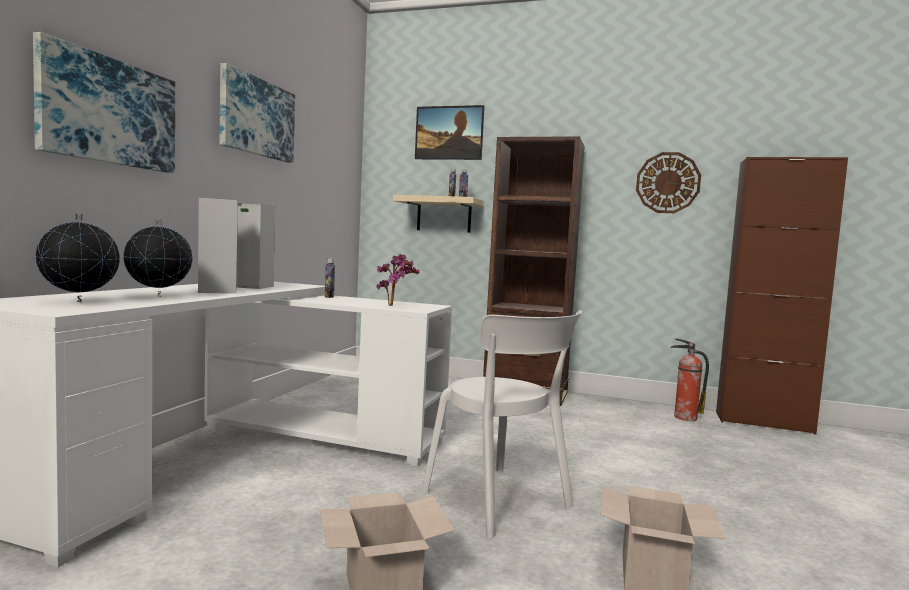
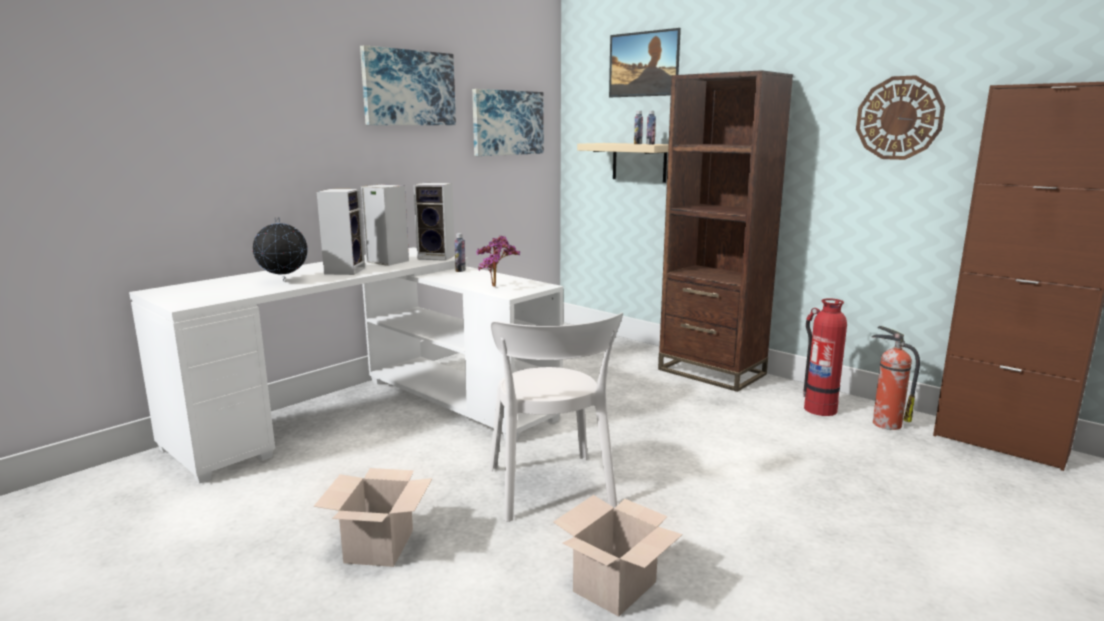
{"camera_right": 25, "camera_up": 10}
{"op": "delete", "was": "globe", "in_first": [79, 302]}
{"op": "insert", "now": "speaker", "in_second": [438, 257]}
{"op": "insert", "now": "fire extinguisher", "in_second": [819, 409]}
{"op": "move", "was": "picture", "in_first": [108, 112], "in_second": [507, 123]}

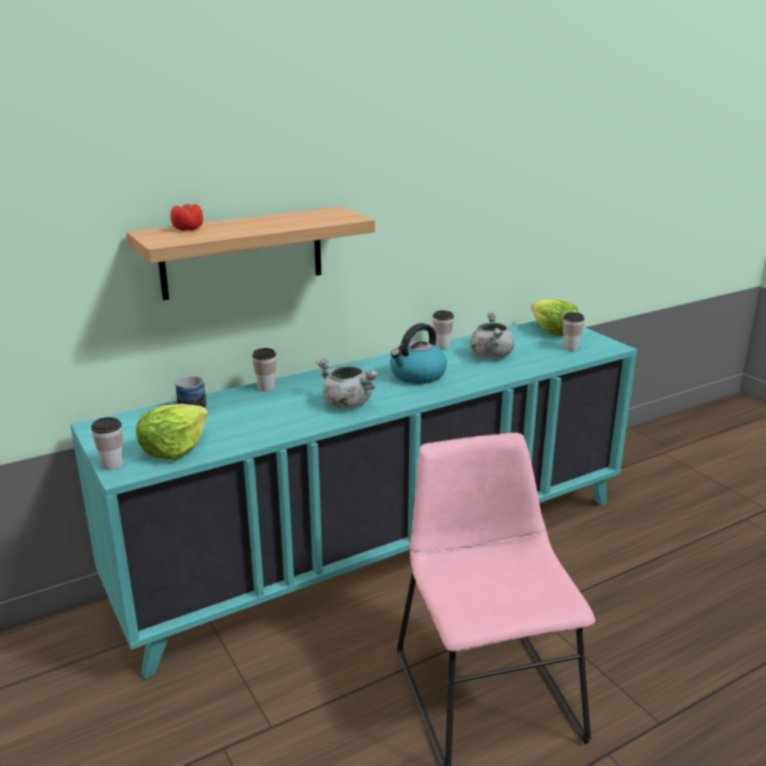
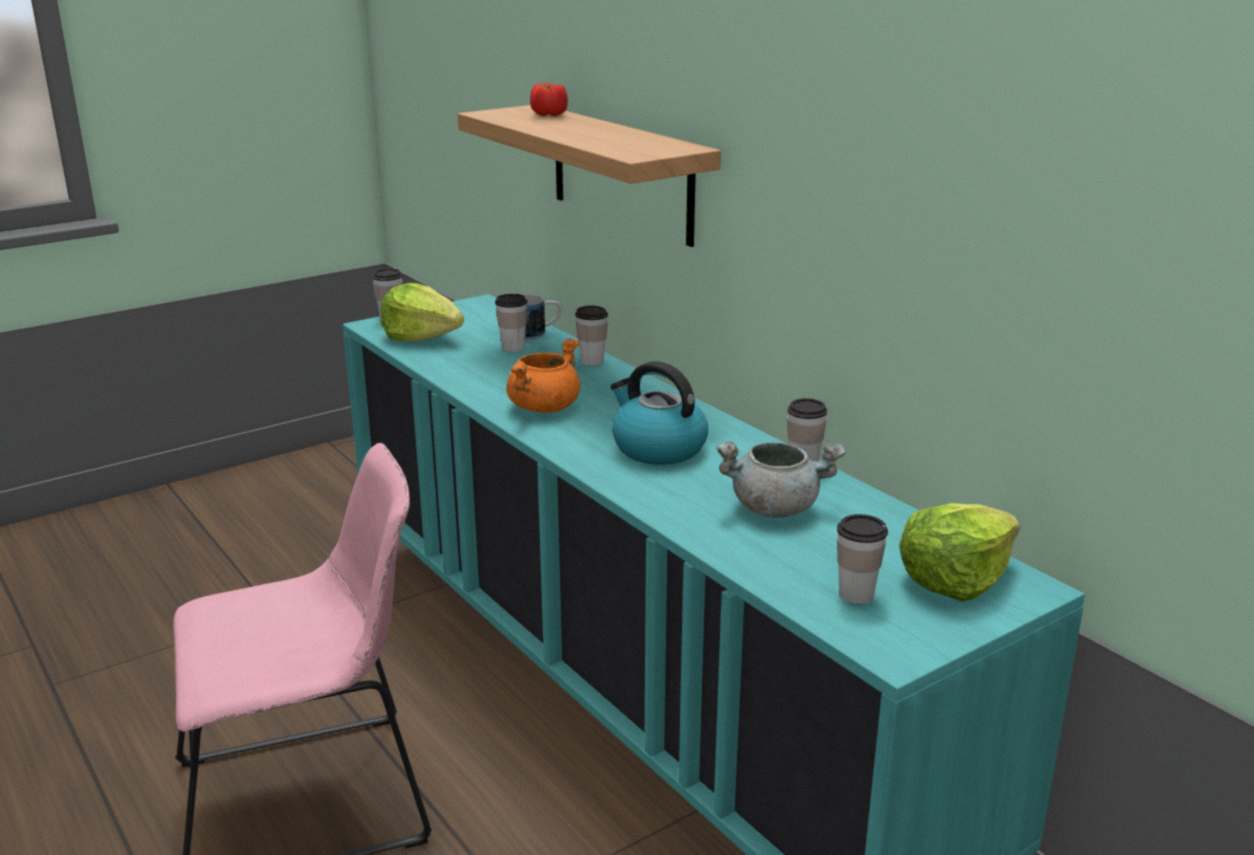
{"camera_right": 85, "camera_up": 0}
{"op": "insert", "now": "cup", "in_second": [513, 347]}
{"op": "recolor", "was": "grey cooking pot", "now": "orange cooking pot", "in_first": [346, 404], "in_second": [543, 407]}

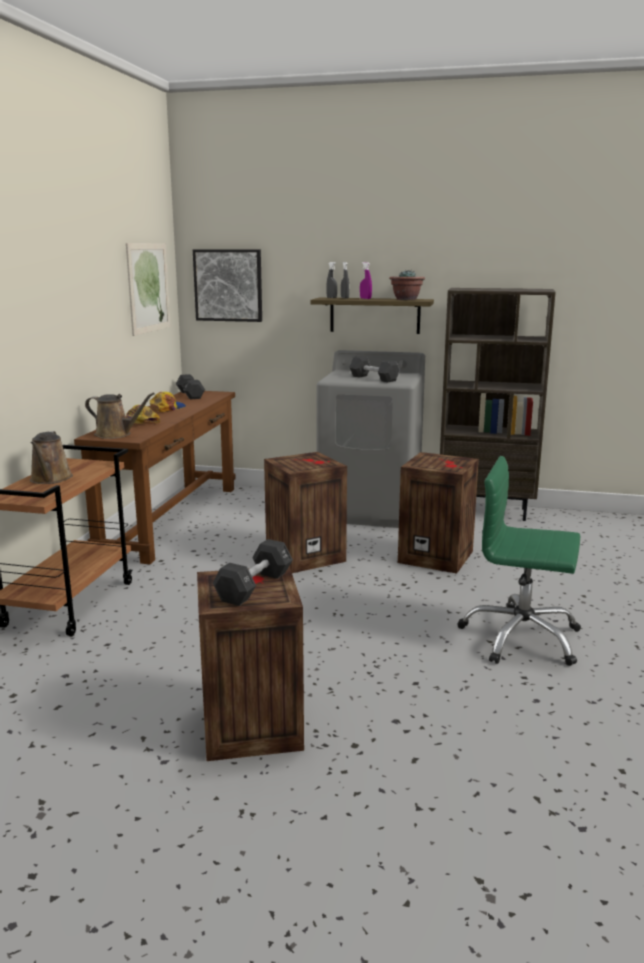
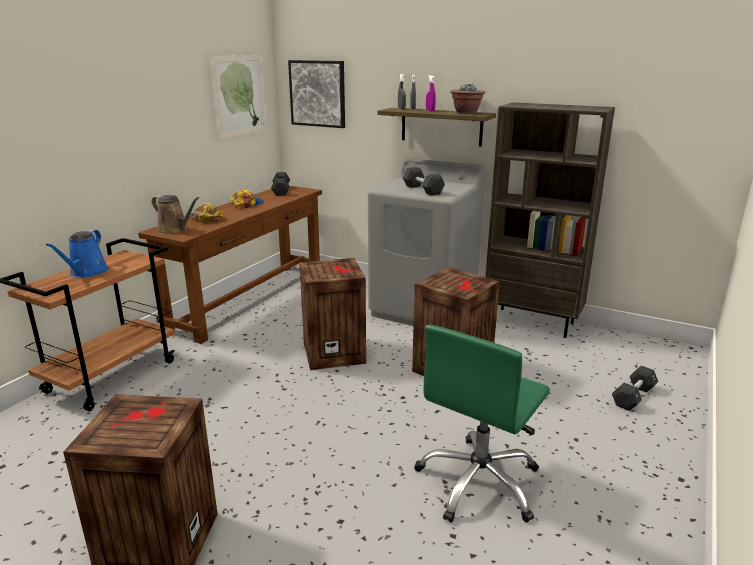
{"camera_right": 15, "camera_up": 5}
{"op": "move", "was": "black dumbbell", "in_first": [254, 586], "in_second": [633, 397]}
{"op": "recolor", "was": "brown watering can", "now": "blue watering can", "in_first": [50, 479], "in_second": [86, 272]}
{"op": "rotate", "was": "green office chair", "in_first": [521, 637], "in_second": [479, 482], "clockwise": -90}

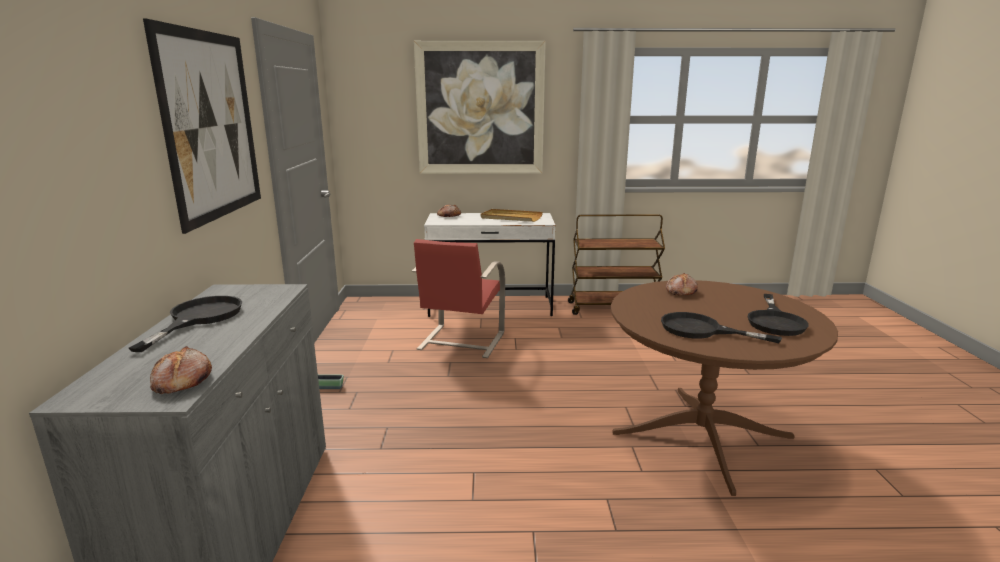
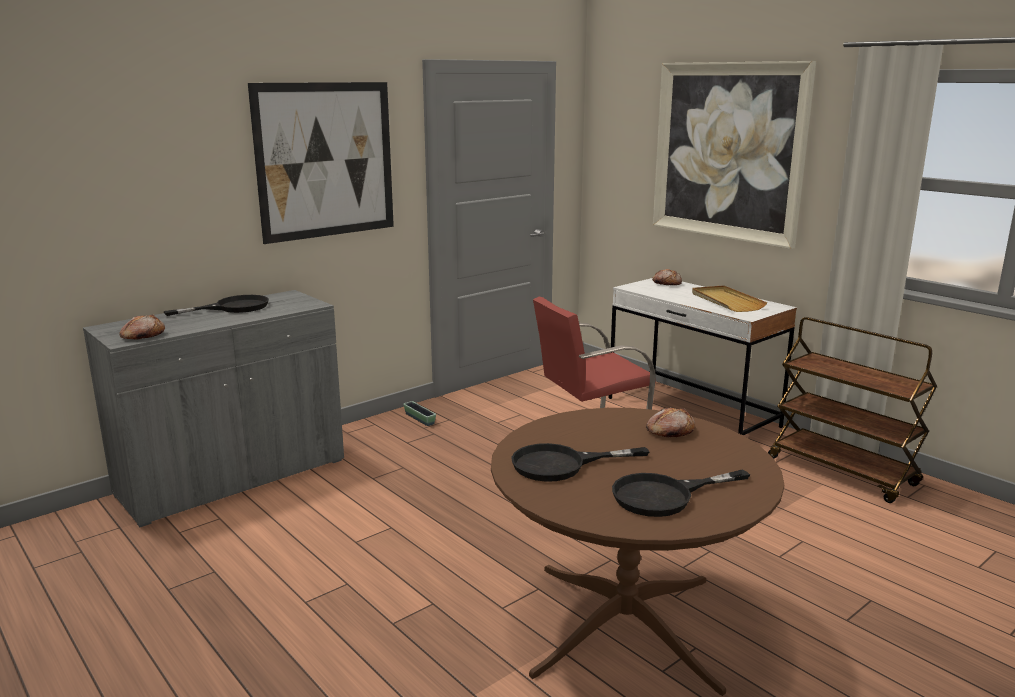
{"camera_right": 50, "camera_up": 0}
{"op": "rotate", "was": "black frying pan", "in_first": [701, 330], "in_second": [561, 464], "clockwise": -90}

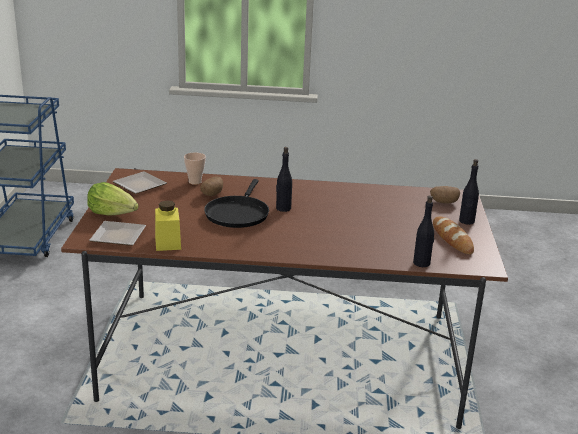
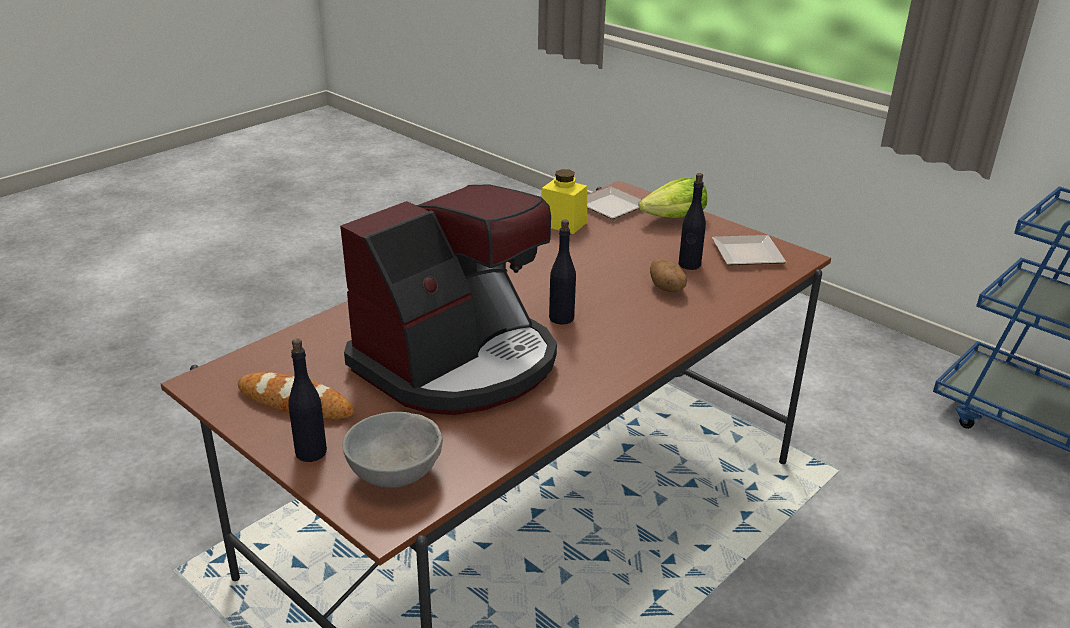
{"camera_right": 130, "camera_up": 5}
{"op": "delete", "was": "cup", "in_first": [195, 182]}
{"op": "delete", "was": "black frying pan", "in_first": [238, 213]}
{"op": "insert", "now": "coffee machine", "in_second": [458, 363]}
{"op": "move", "was": "black bottle", "in_first": [422, 263], "in_second": [689, 265]}
{"op": "replace", "was": "potato", "now": "grey bowl", "in_first": [443, 202], "in_second": [393, 474]}

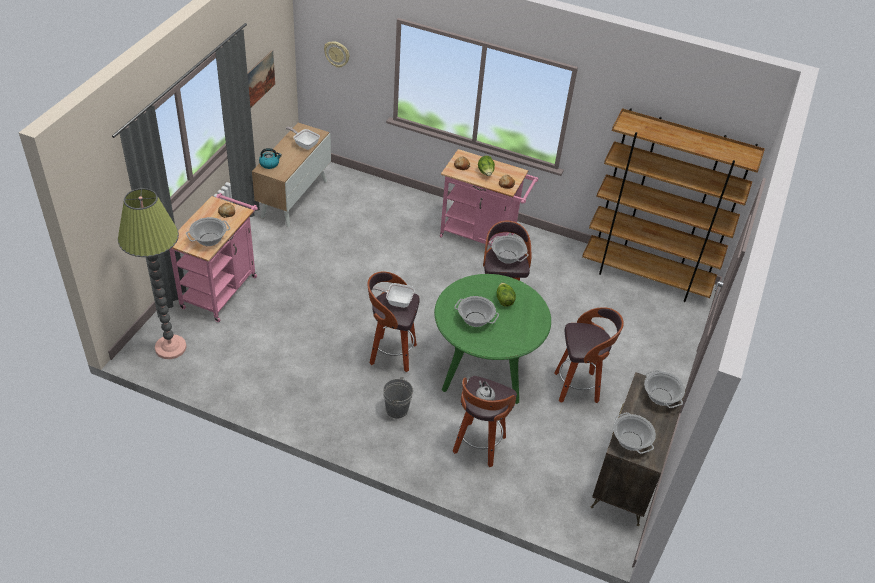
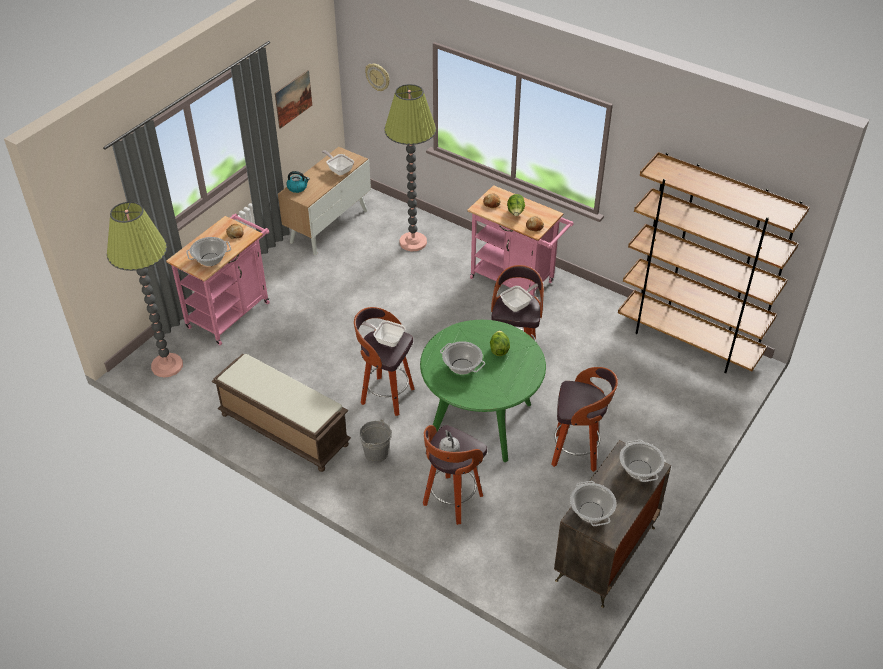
{"camera_right": 15, "camera_up": 0}
{"op": "insert", "now": "brown bench", "in_second": [283, 430]}
{"op": "insert", "now": "floor lamp", "in_second": [413, 242]}
{"op": "replace", "was": "cooking pot", "now": "frying pan", "in_first": [507, 257], "in_second": [518, 304]}

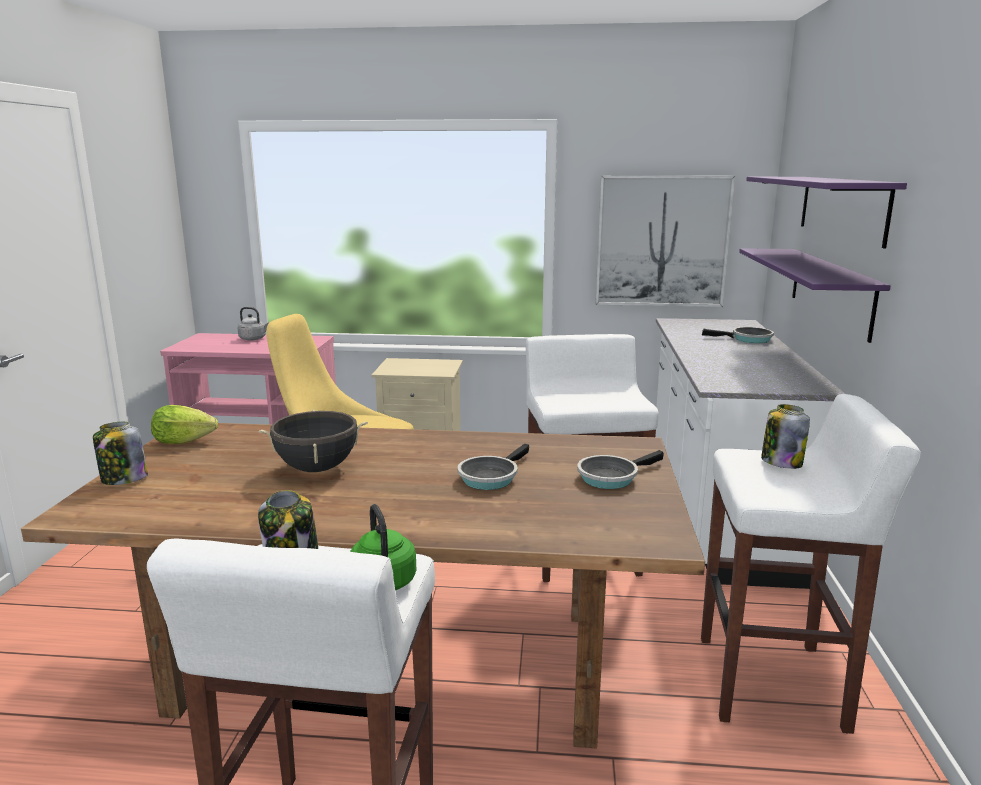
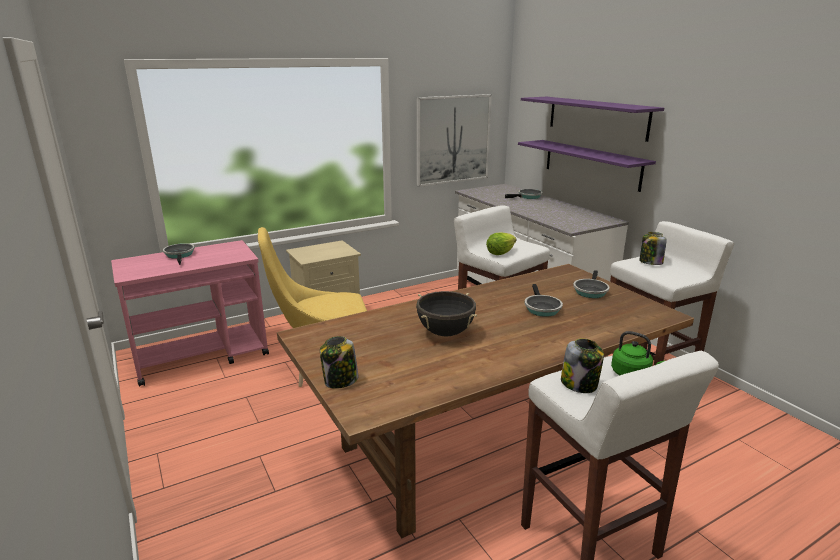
{"camera_right": -35, "camera_up": 5}
{"op": "move", "was": "lettuce", "in_first": [183, 441], "in_second": [500, 253]}
{"op": "replace", "was": "grey kettle", "now": "frying pan", "in_first": [254, 339], "in_second": [180, 255]}

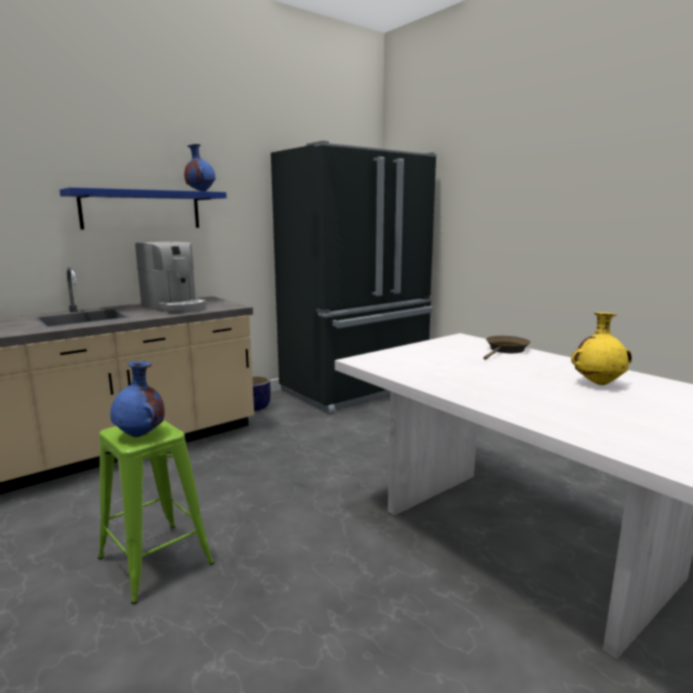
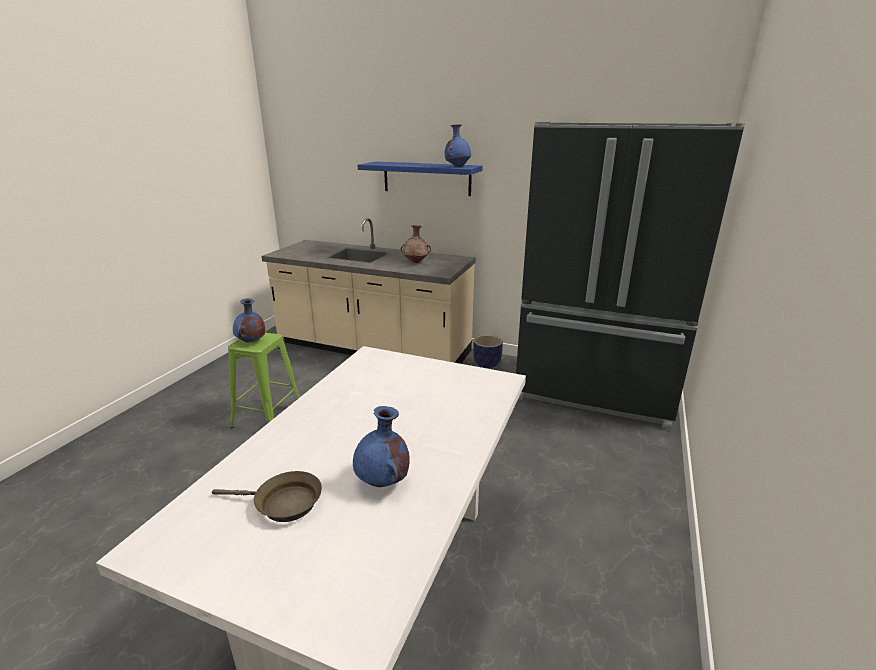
{"camera_right": 60, "camera_up": 10}
{"op": "move", "was": "brown frying pan", "in_first": [505, 350], "in_second": [283, 503]}
{"op": "replace", "was": "coffee machine", "now": "brown vase", "in_first": [175, 307], "in_second": [416, 262]}
{"op": "recolor", "was": "yellow vase", "now": "blue vase", "in_first": [598, 383], "in_second": [383, 482]}

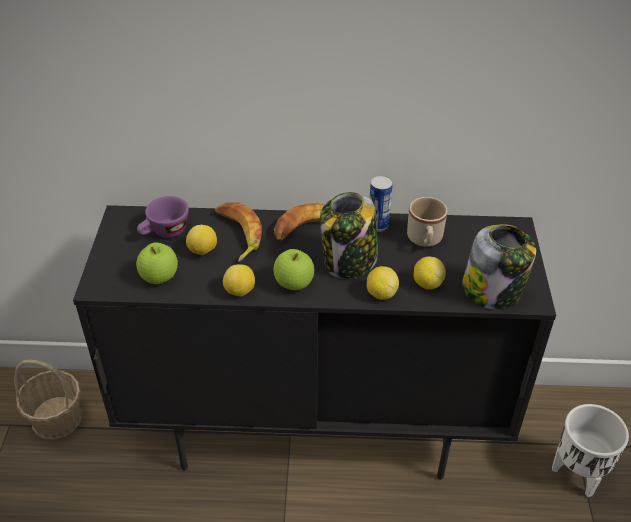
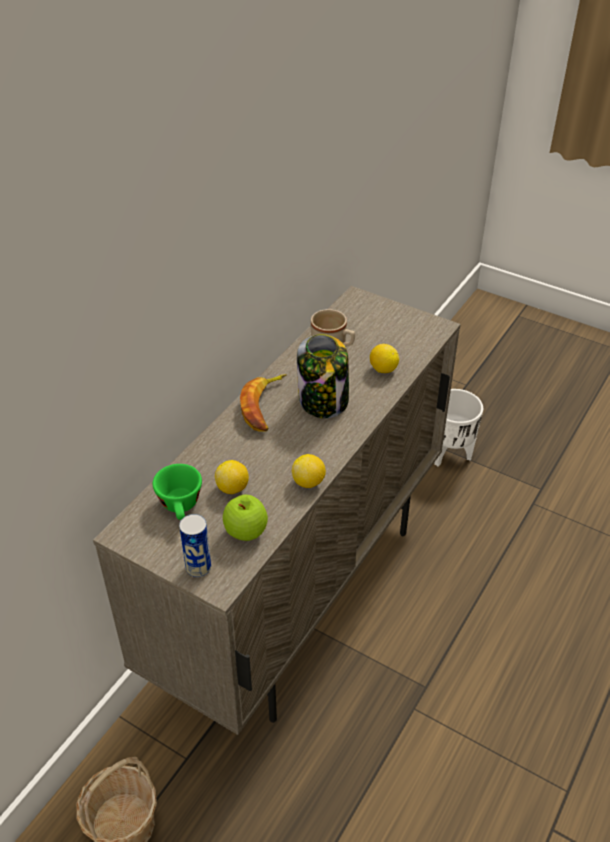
{"camera_right": -60, "camera_up": 0}
{"op": "delete", "was": "banana", "in_first": [237, 234]}
{"op": "delete", "was": "apple", "in_first": [294, 284]}
{"op": "delete", "was": "lemon", "in_first": [381, 293]}
{"op": "delete", "was": "jar", "in_first": [492, 291]}
{"op": "move", "was": "can", "in_first": [378, 225], "in_second": [198, 567]}
{"op": "recolor", "was": "black cabinet", "now": "beige cabinet", "in_first": [315, 430], "in_second": [300, 596]}
{"op": "recolor", "was": "purple cup", "now": "green cup", "in_first": [164, 233], "in_second": [181, 507]}

